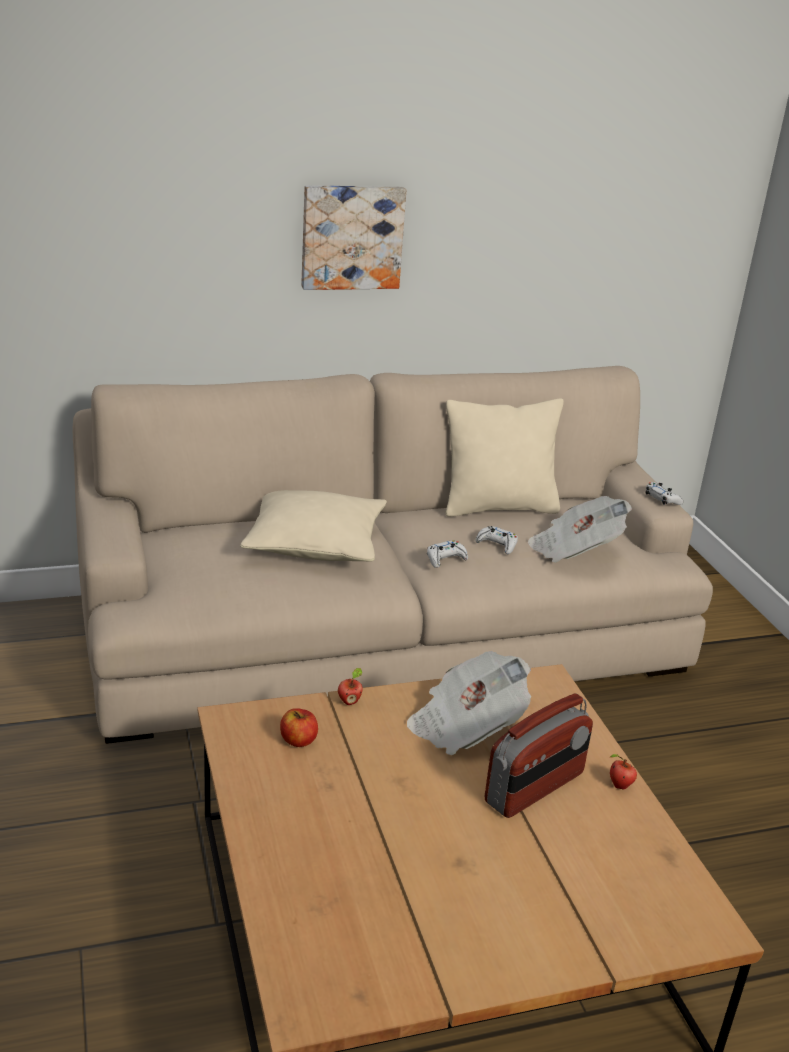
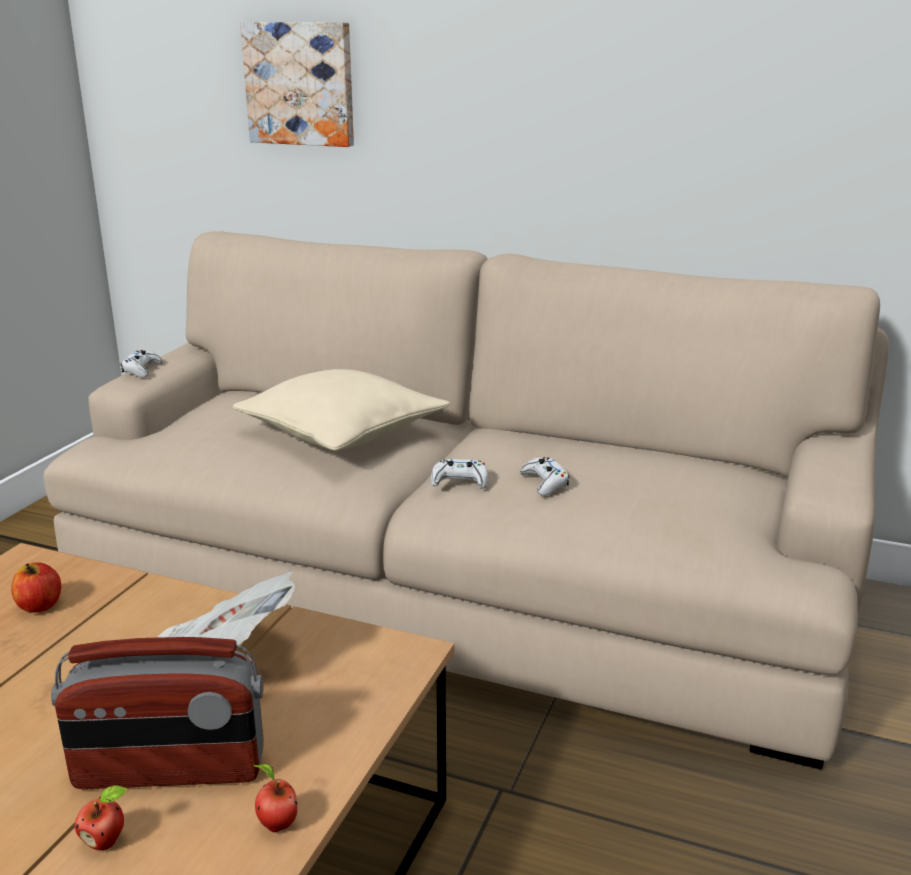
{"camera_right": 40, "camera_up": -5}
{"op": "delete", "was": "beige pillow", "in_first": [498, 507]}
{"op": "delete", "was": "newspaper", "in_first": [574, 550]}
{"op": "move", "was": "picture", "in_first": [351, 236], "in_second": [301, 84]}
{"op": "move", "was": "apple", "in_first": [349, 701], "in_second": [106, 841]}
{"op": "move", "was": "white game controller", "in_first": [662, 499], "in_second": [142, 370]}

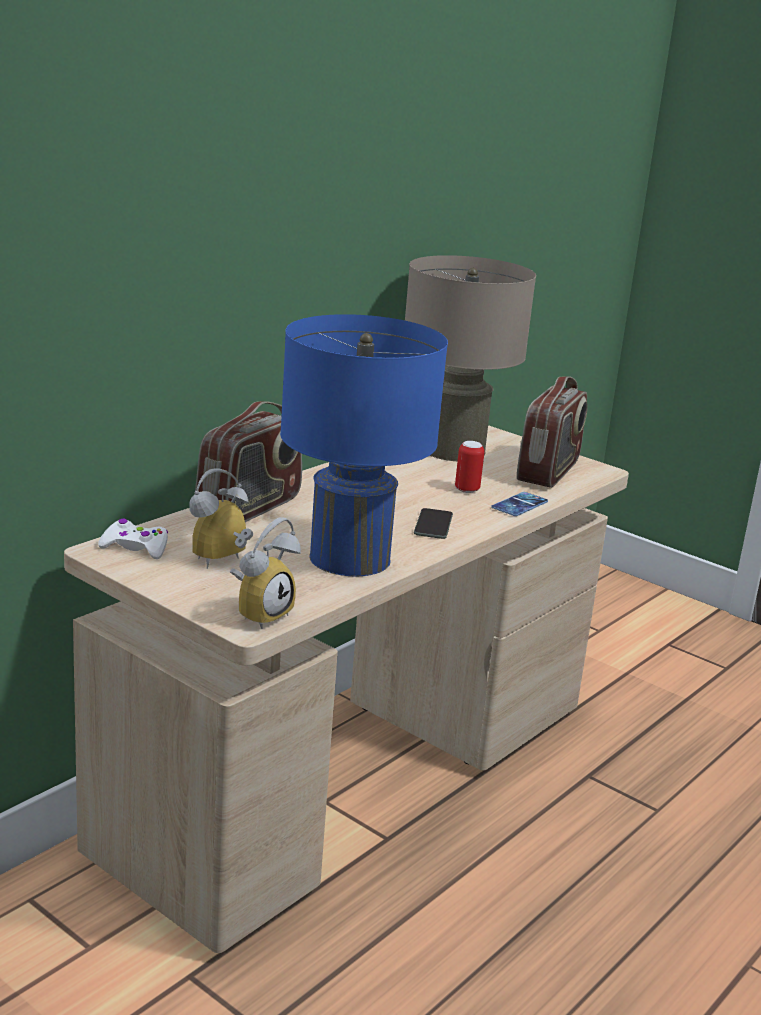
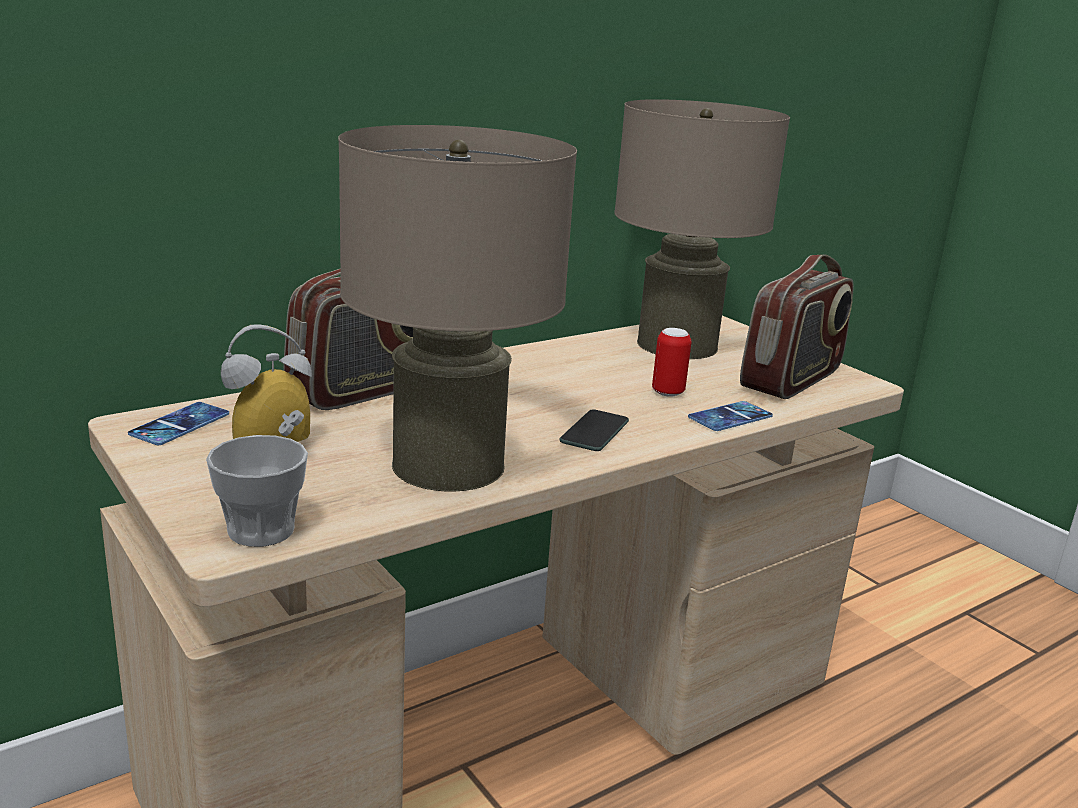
{"camera_right": 15, "camera_up": 0}
{"op": "replace", "was": "white game controller", "now": "phone", "in_first": [135, 548], "in_second": [180, 424]}
{"op": "replace", "was": "alarm clock", "now": "cup", "in_first": [260, 613], "in_second": [261, 530]}
{"op": "recolor", "was": "blue table lamp", "now": "beige table lamp", "in_first": [350, 558], "in_second": [448, 465]}

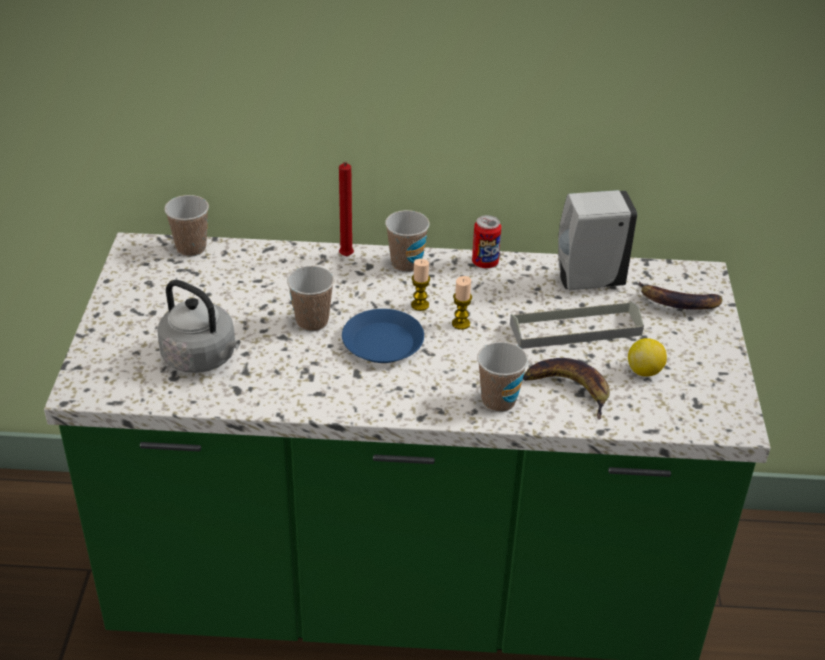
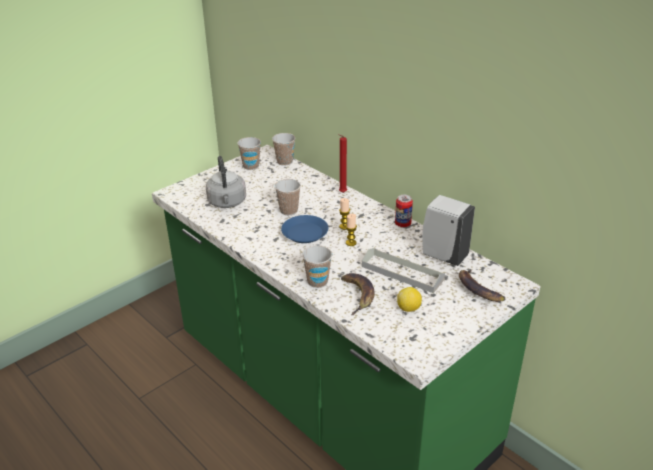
{"camera_right": 45, "camera_up": -5}
{"op": "move", "was": "cup", "in_first": [406, 264], "in_second": [251, 166]}

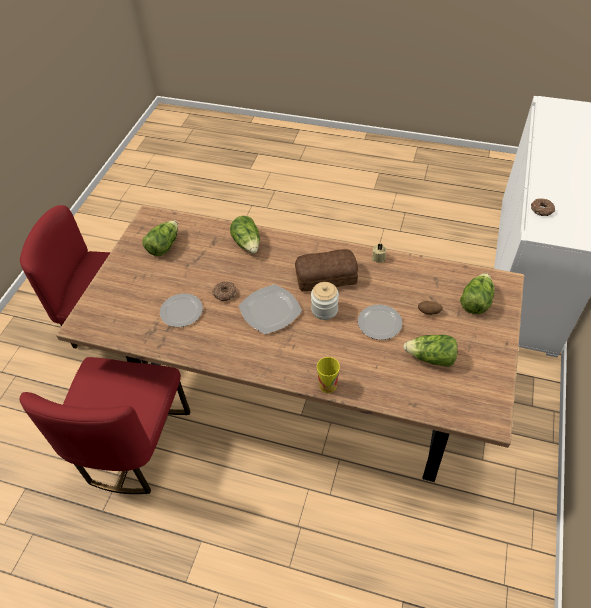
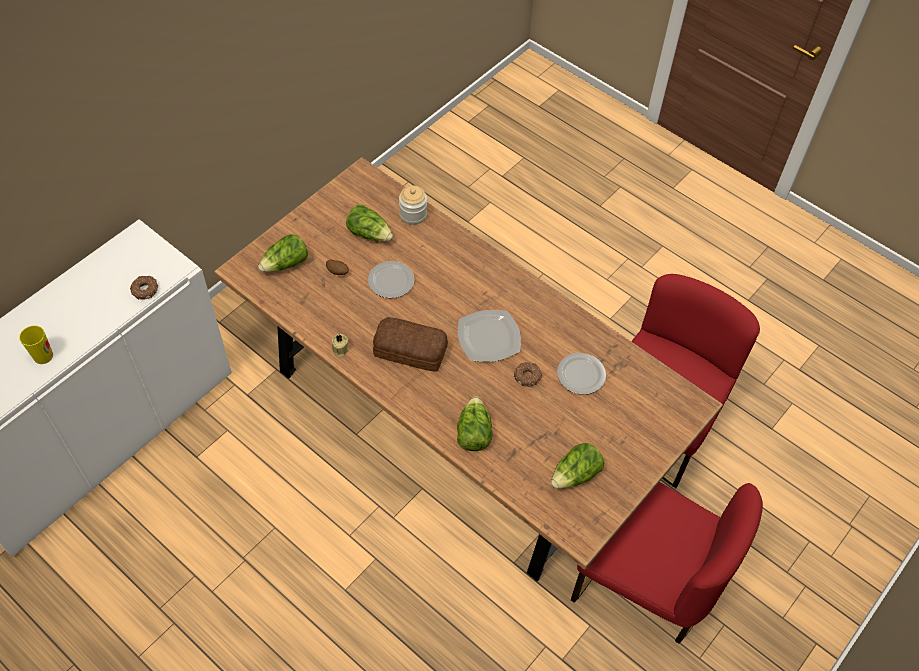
{"camera_right": -160, "camera_up": 5}
{"op": "move", "was": "jar", "in_first": [324, 310], "in_second": [413, 214]}
{"op": "move", "was": "cup", "in_first": [328, 385], "in_second": [43, 356]}

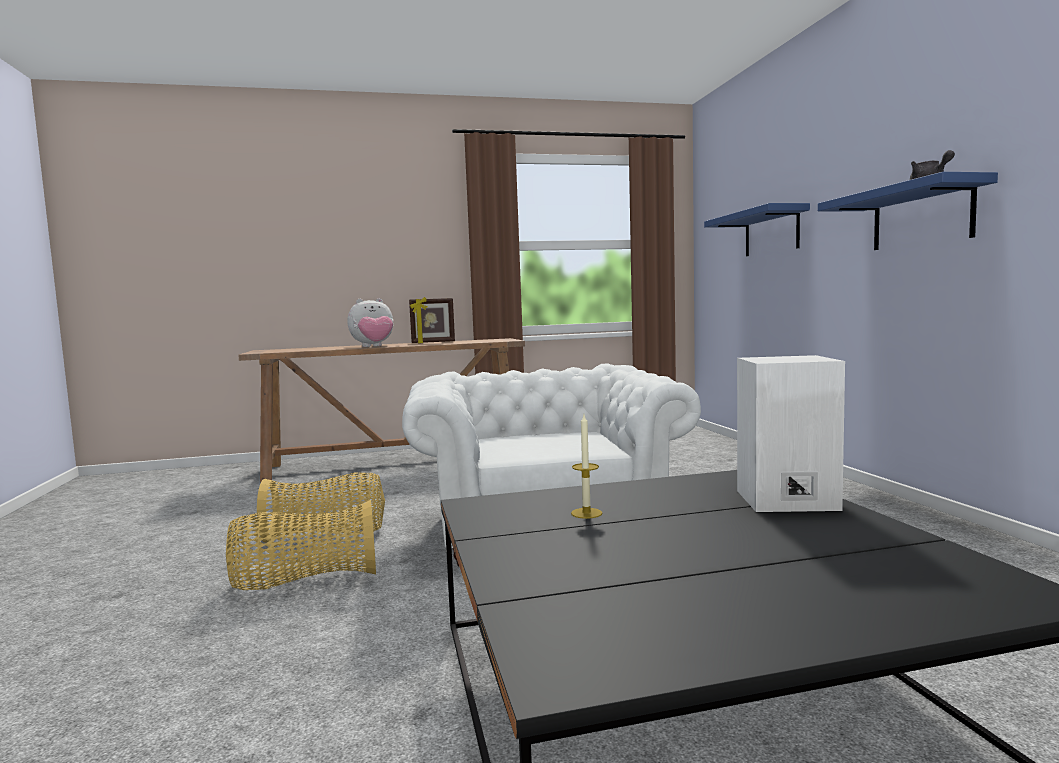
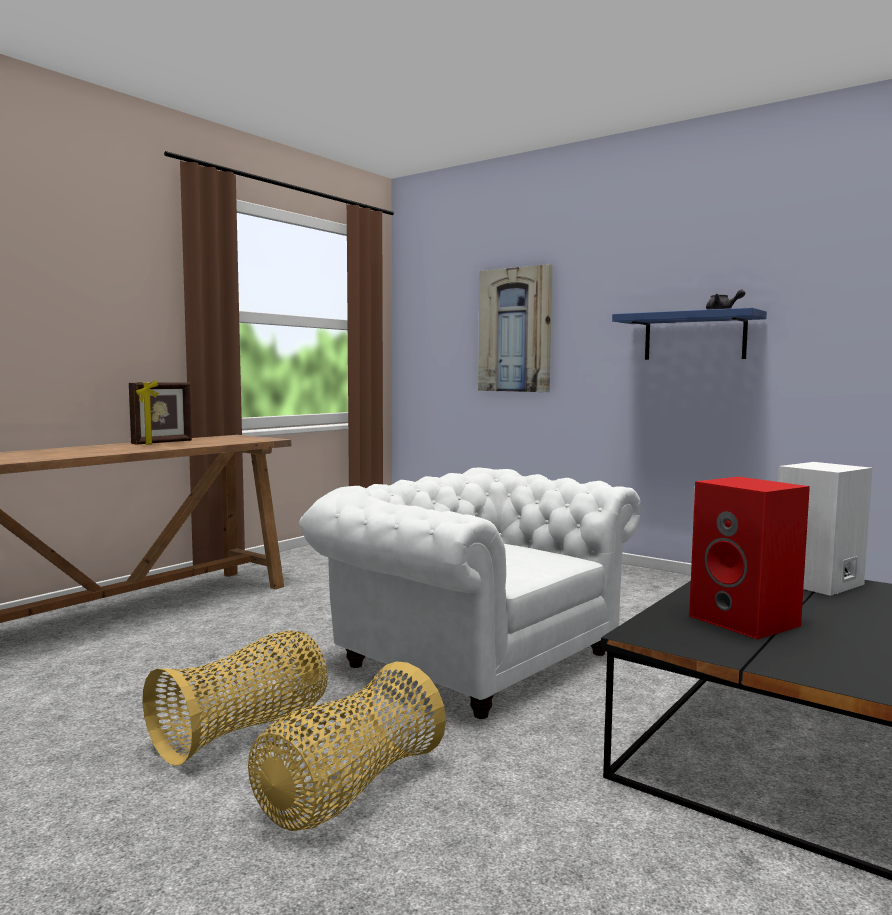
{"camera_right": -40, "camera_up": 0}
{"op": "delete", "was": "plush toy", "in_first": [373, 346]}
{"op": "replace", "was": "candle", "now": "red speaker", "in_first": [586, 513], "in_second": [747, 621]}
{"op": "replace", "was": "blue shelf", "now": "picture", "in_first": [771, 232], "in_second": [515, 330]}

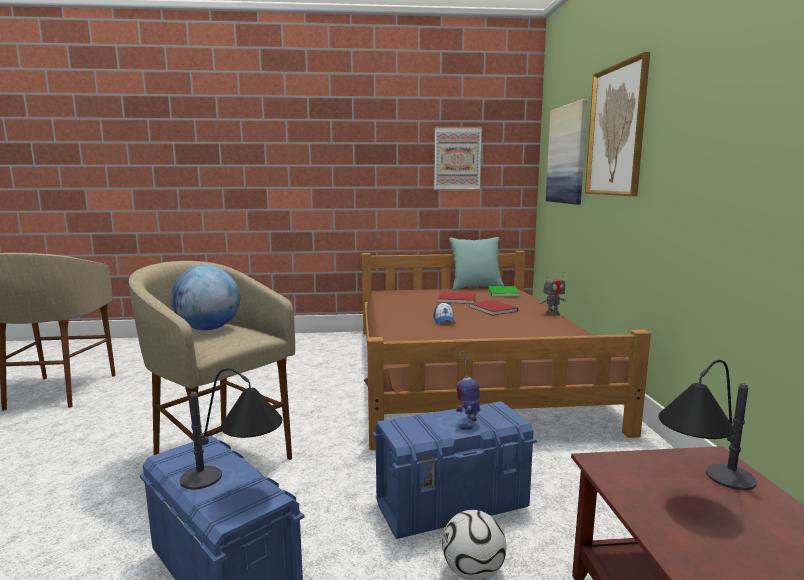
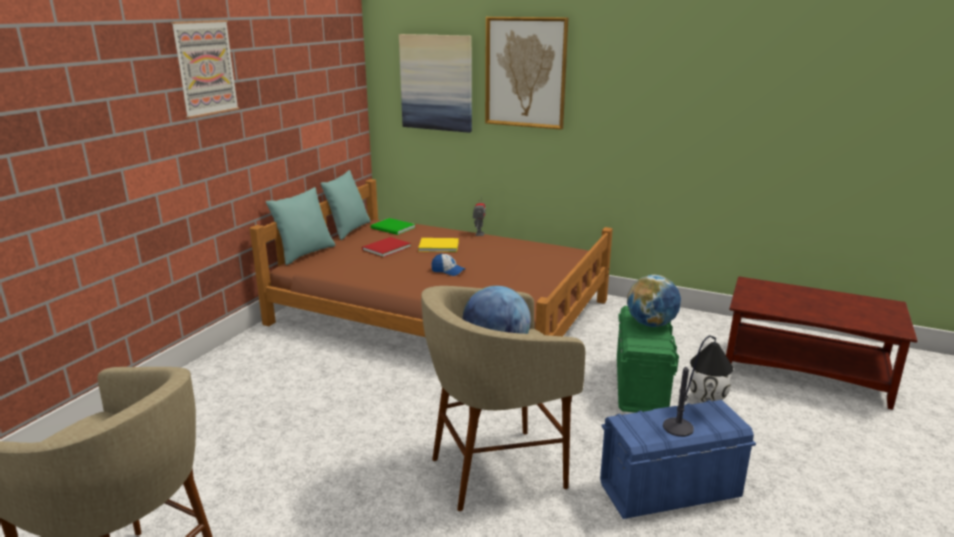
{"camera_right": -60, "camera_up": 10}
{"op": "delete", "was": "table lamp", "in_first": [703, 490]}
{"op": "insert", "now": "turquoise pillow", "in_second": [305, 253]}
{"op": "move", "was": "picture", "in_first": [457, 159], "in_second": [205, 68]}
{"op": "replace", "was": "toy robot", "now": "globe", "in_first": [468, 423], "in_second": [651, 324]}
{"op": "recolor", "was": "blue storage box", "now": "green storage box", "in_first": [452, 506], "in_second": [640, 385]}
{"op": "recolor", "was": "red book", "now": "yellow book", "in_first": [493, 308], "in_second": [437, 246]}

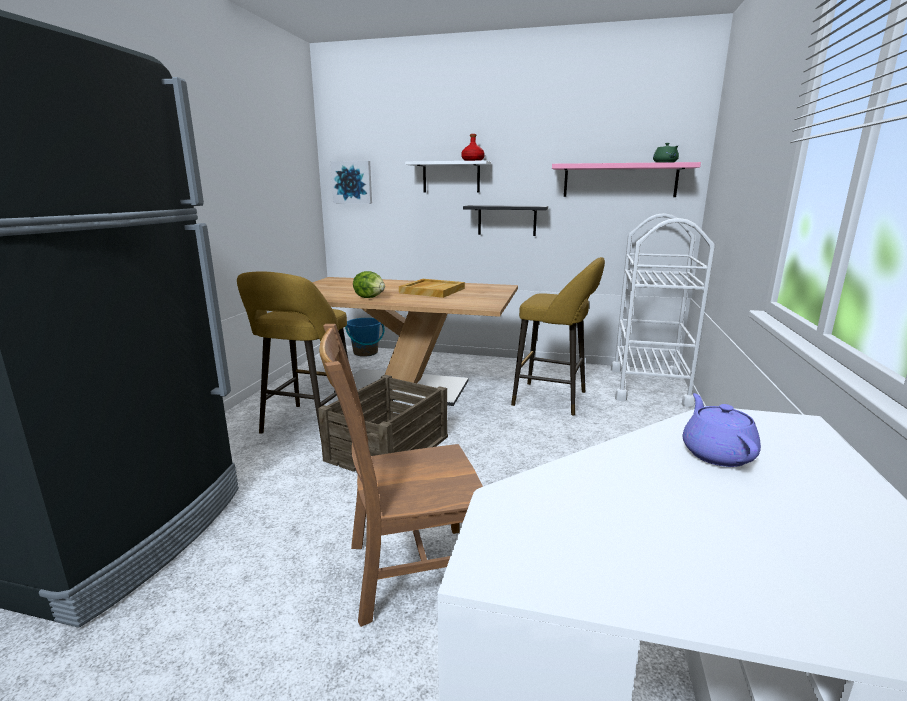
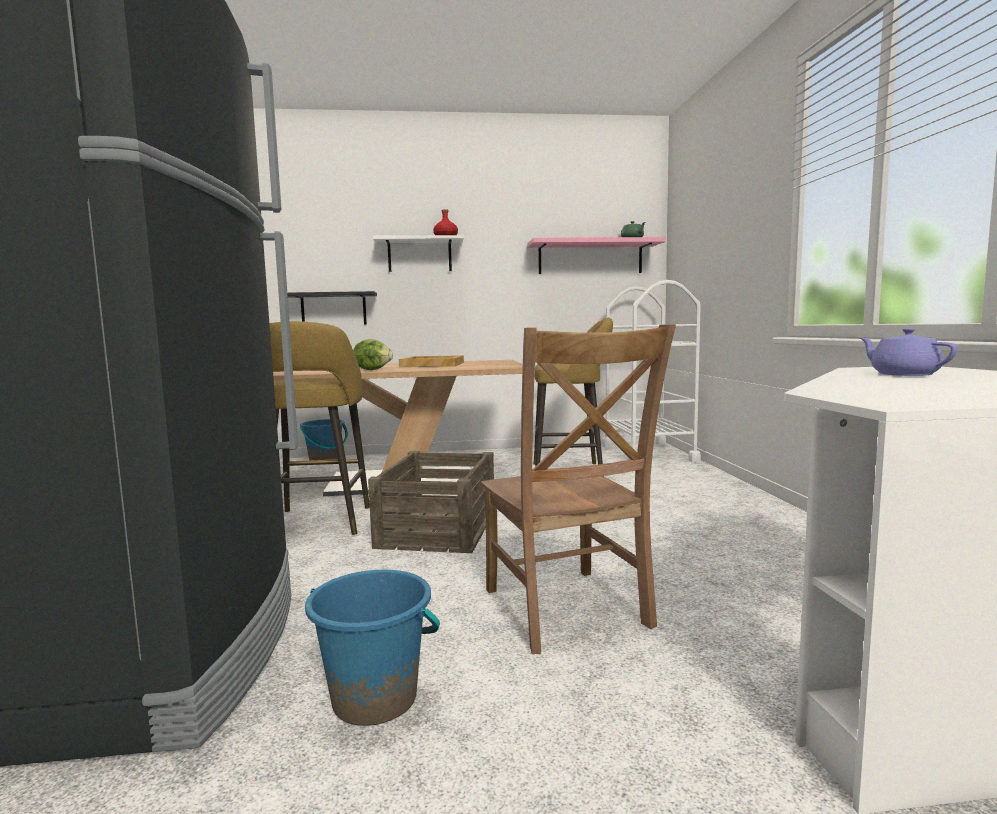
{"camera_right": -20, "camera_up": -10}
{"op": "delete", "was": "picture", "in_first": [352, 182]}
{"op": "insert", "now": "blue bucket", "in_second": [375, 699]}
{"op": "move", "was": "black shelf", "in_first": [507, 220], "in_second": [333, 309]}
{"op": "rotate", "was": "brown chair", "in_first": [407, 571], "in_second": [567, 611], "clockwise": -75}

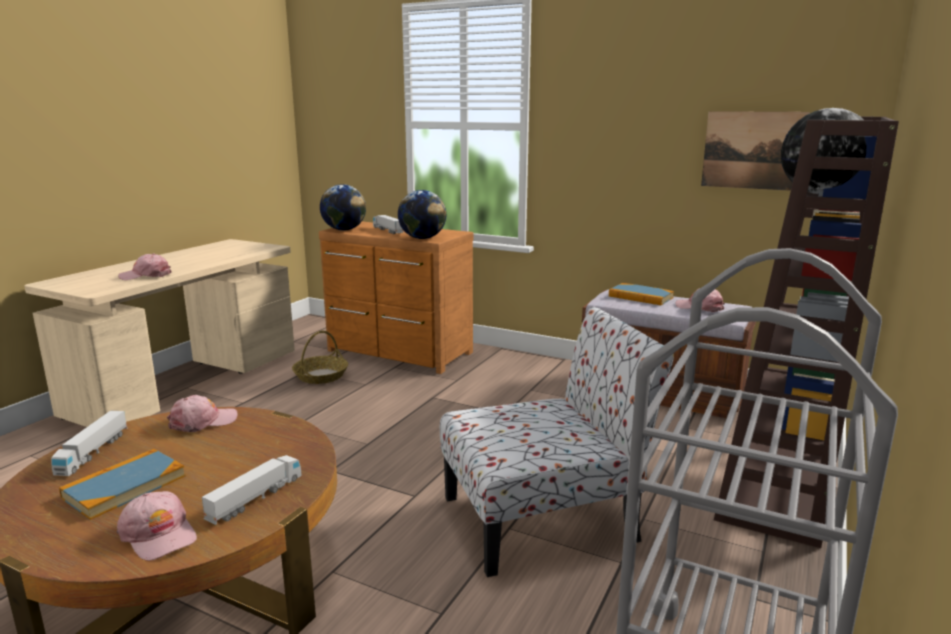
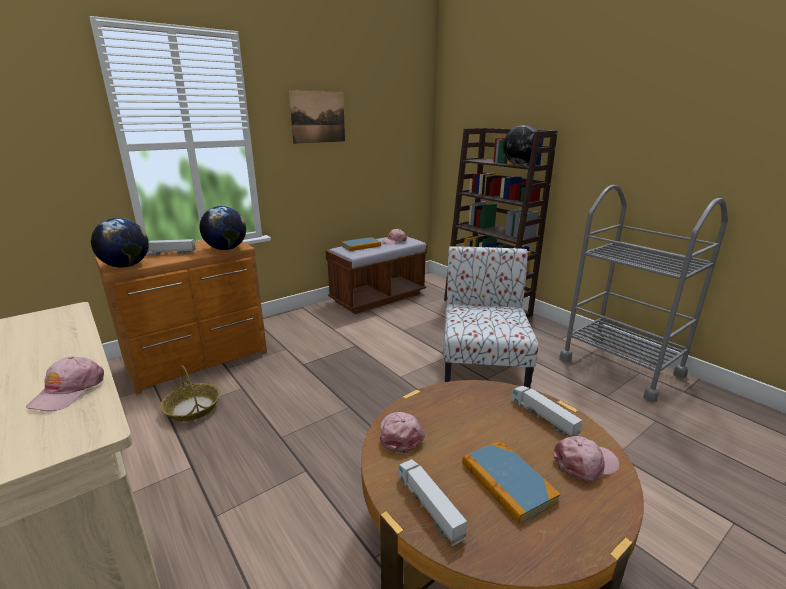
{"camera_right": -65, "camera_up": 5}
{"op": "move", "was": "picture", "in_first": [753, 150], "in_second": [318, 117]}
{"op": "rotate", "was": "toy truck", "in_first": [93, 452], "in_second": [429, 506], "clockwise": -150}

